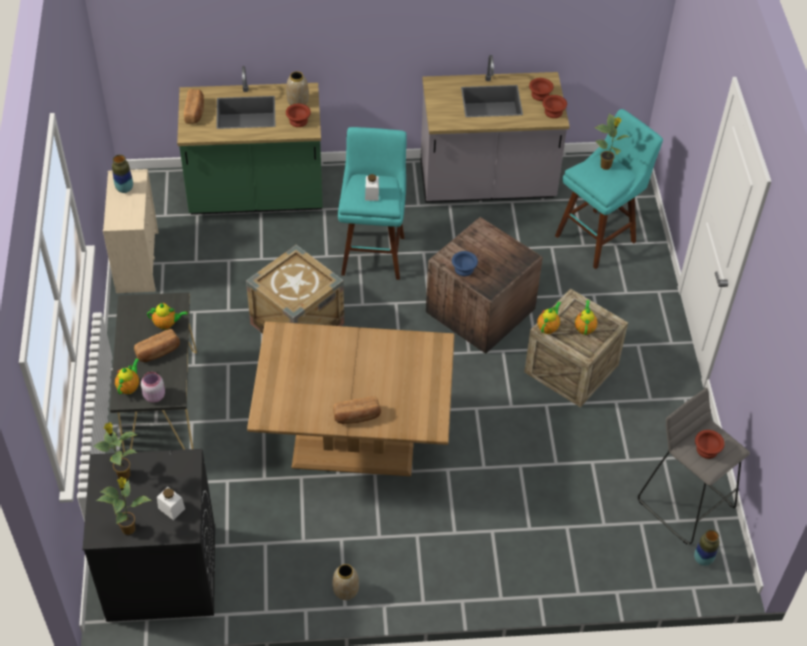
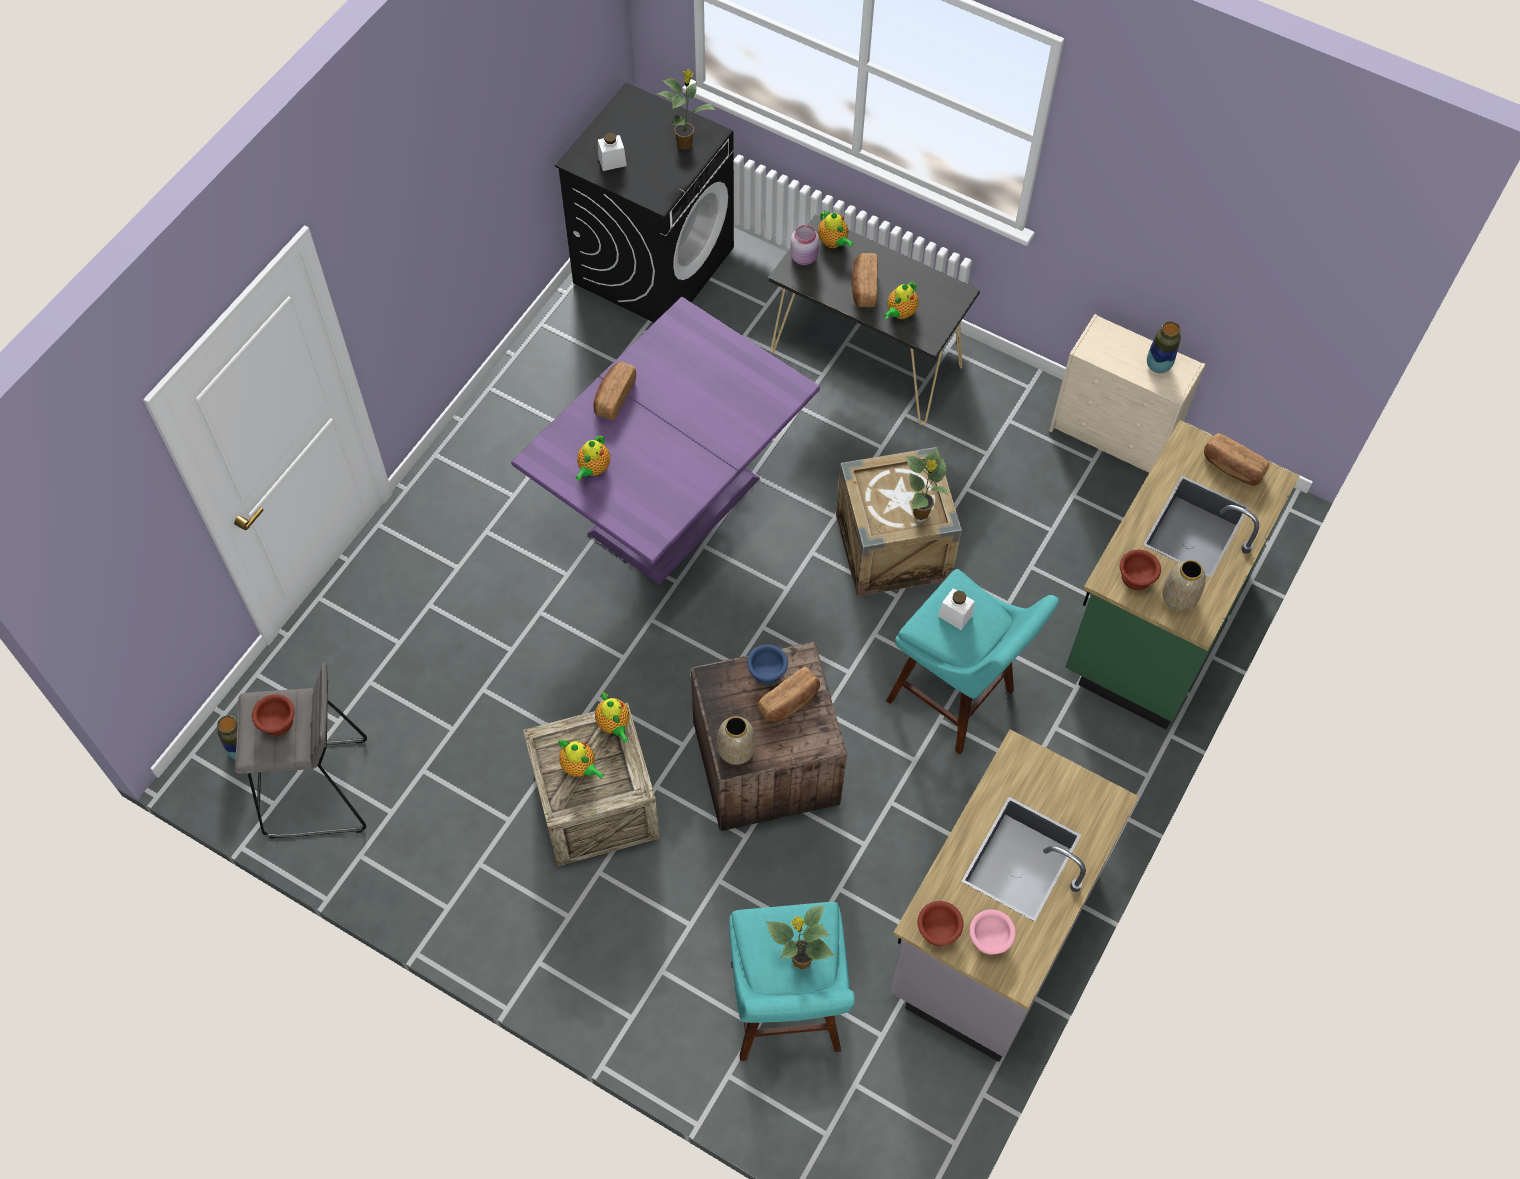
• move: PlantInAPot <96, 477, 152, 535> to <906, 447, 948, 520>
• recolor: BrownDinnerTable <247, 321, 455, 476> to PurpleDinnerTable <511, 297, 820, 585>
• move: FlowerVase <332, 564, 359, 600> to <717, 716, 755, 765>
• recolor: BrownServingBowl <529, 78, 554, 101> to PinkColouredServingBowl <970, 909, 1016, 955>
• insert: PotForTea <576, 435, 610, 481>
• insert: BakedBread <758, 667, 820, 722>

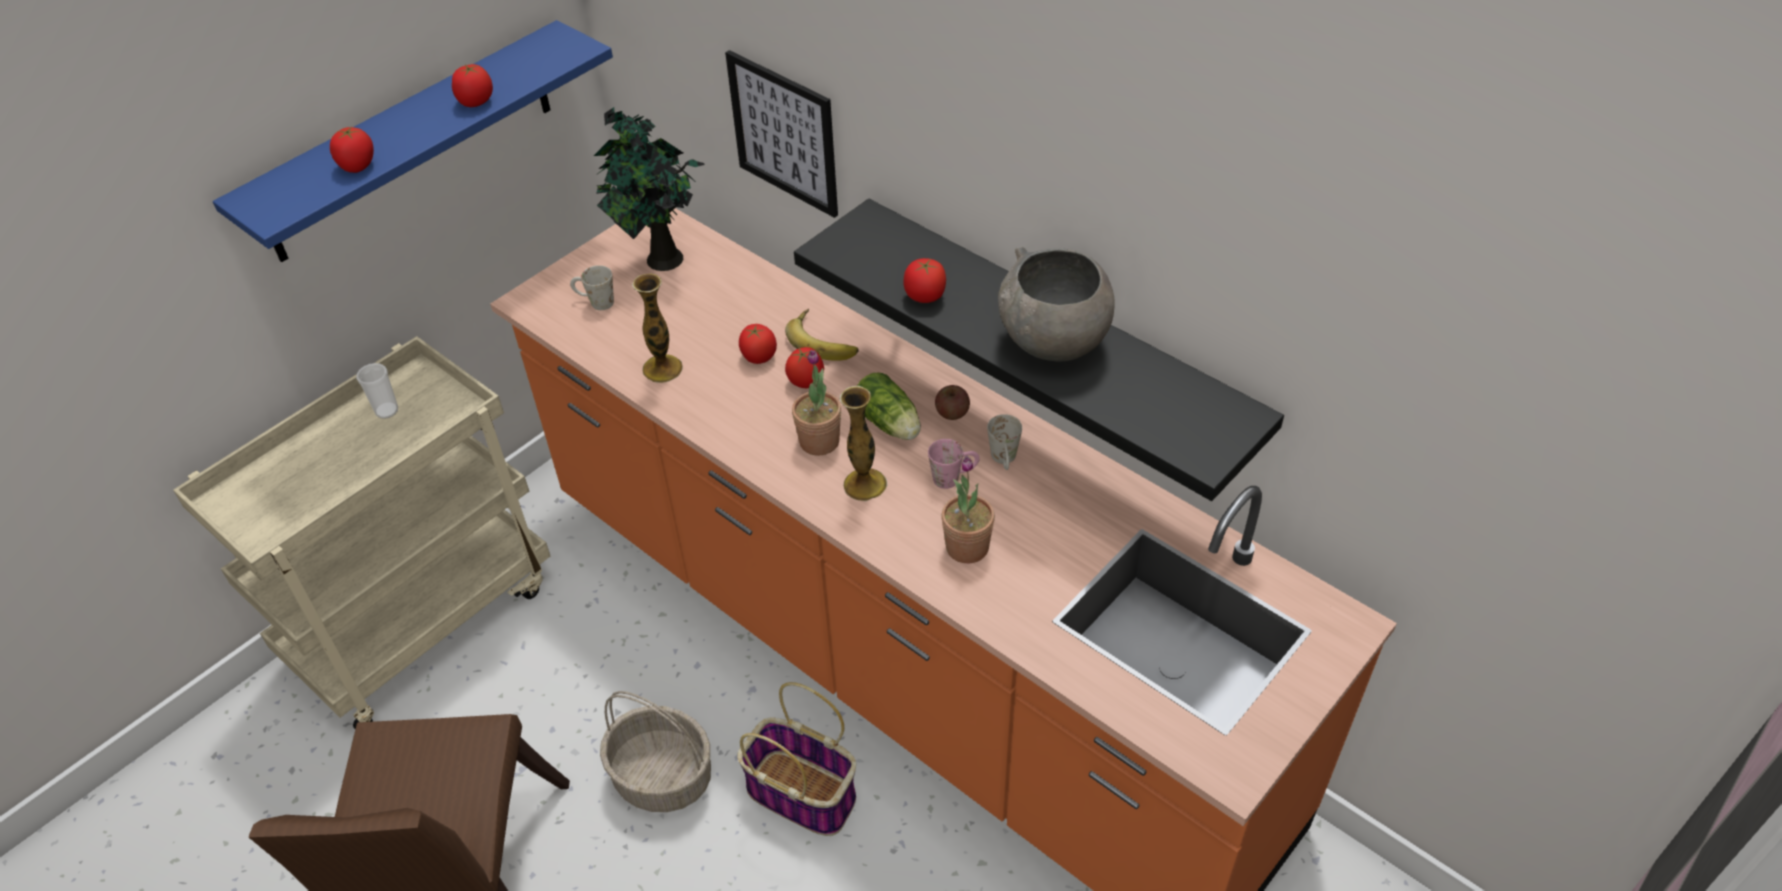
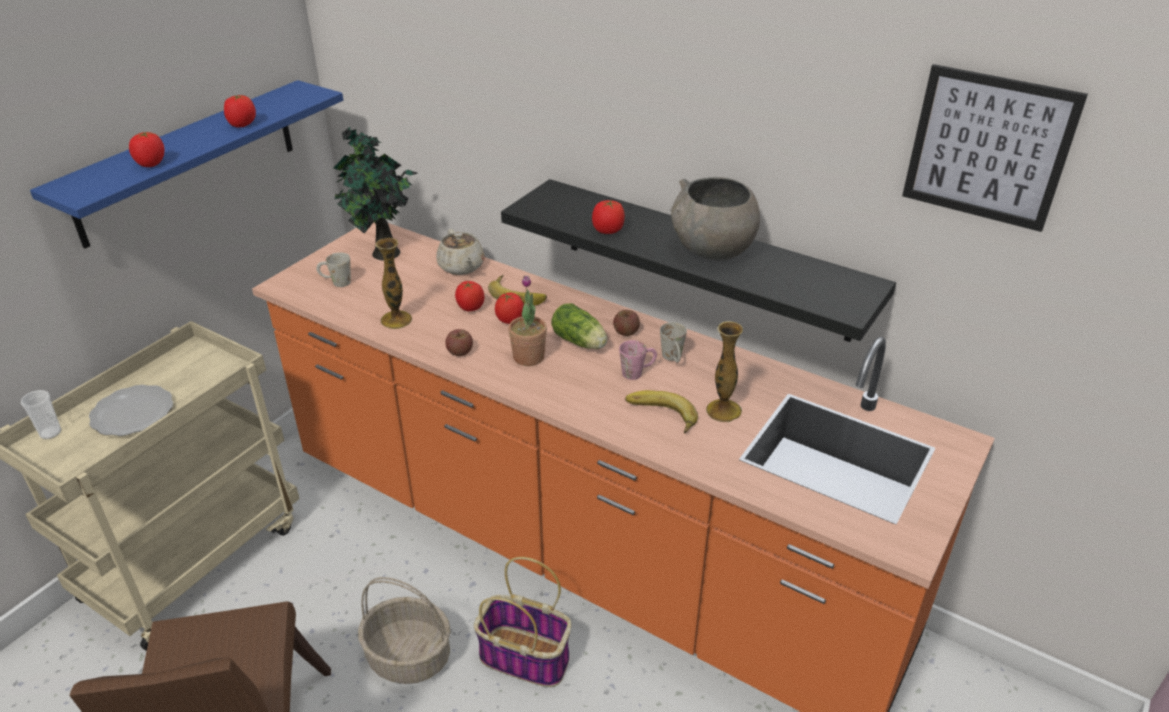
• move: SmallCup <356, 363, 398, 419> to <21, 390, 61, 439>
• move: Picture <725, 50, 838, 218> to <902, 64, 1088, 232>
• move: FlowerVase <839, 386, 887, 501> to <706, 321, 743, 422>
• replace: PlantInAPot <941, 456, 995, 564> to Banana <625, 390, 698, 433>
• insert: DinnerPlate <89, 385, 173, 436>
• insert: SandColouredPotForTea <436, 229, 485, 275>
• insert: WholeApple <445, 329, 473, 356>

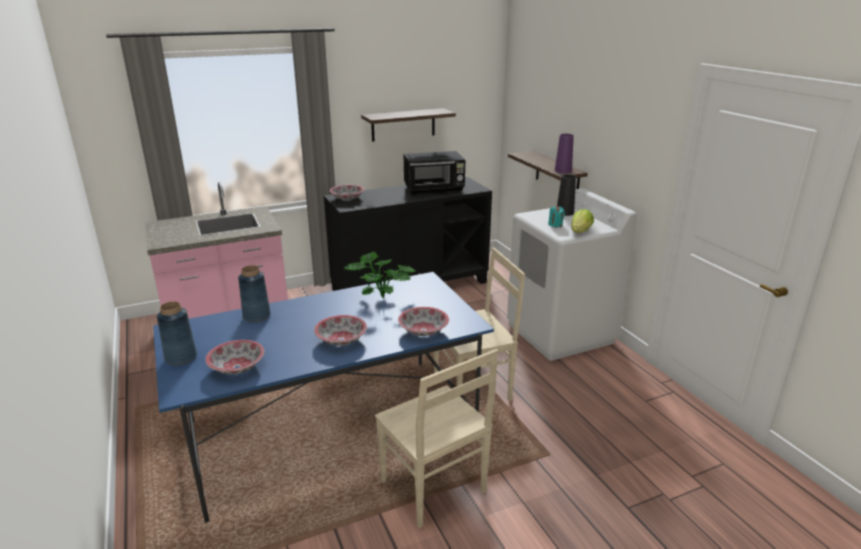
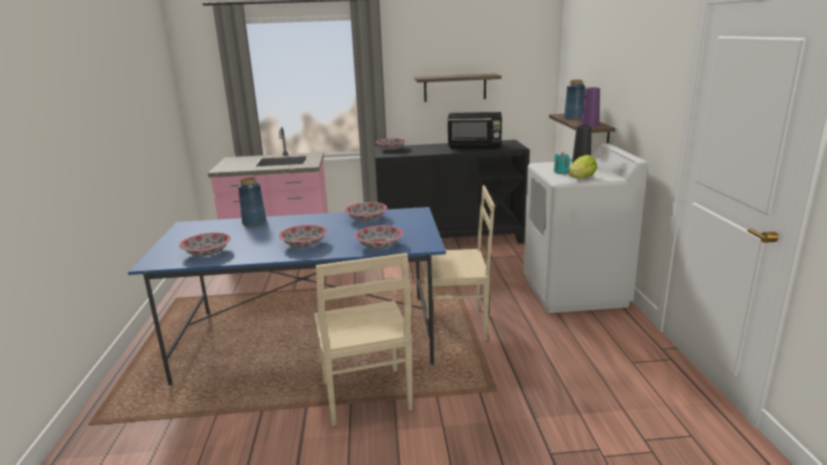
• move: BlueFlowerVase <157, 301, 197, 366> to <564, 80, 585, 120>
• replace: PlantInAPot <344, 252, 416, 298> to ServingBowl <345, 202, 387, 221>

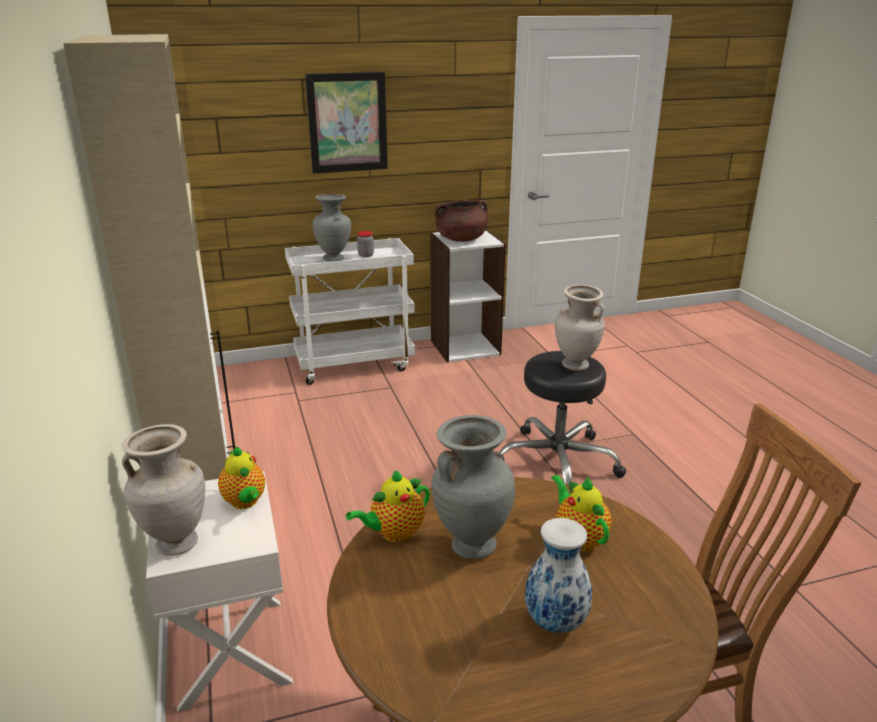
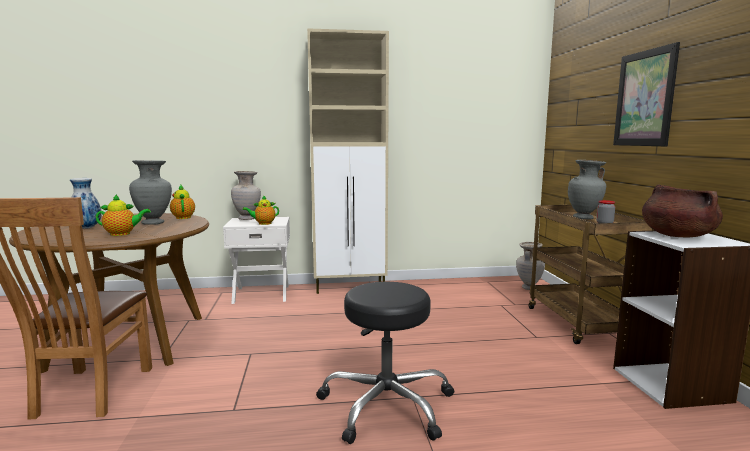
• recolor: WhiteColouredWheeledCart <285, 238, 415, 385> to BrownWheeledCart <529, 205, 652, 344>
• move: SandColouredFlowerVase <555, 285, 605, 371> to <516, 242, 545, 290>

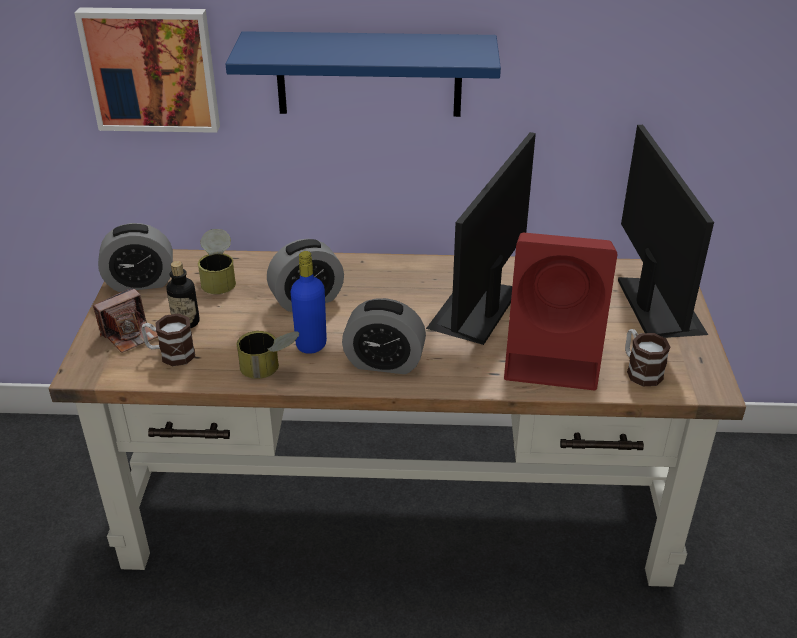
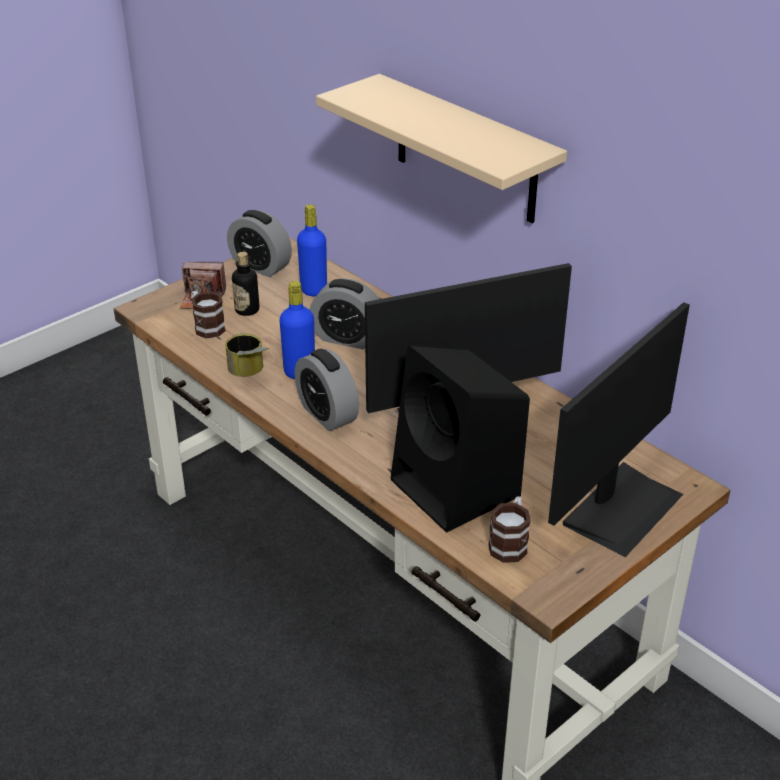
• delete: Picture <75, 7, 220, 133>
• replace: SealedCan <198, 229, 236, 294> to BlueBottle <297, 204, 327, 296>
• recolor: BlueShelf <225, 31, 501, 117> to SandColouredShelf <316, 74, 567, 223>
• recolor: RedAudioSpeaker <504, 233, 617, 391> to BlackColouredAudioSpeaker <391, 346, 530, 532>

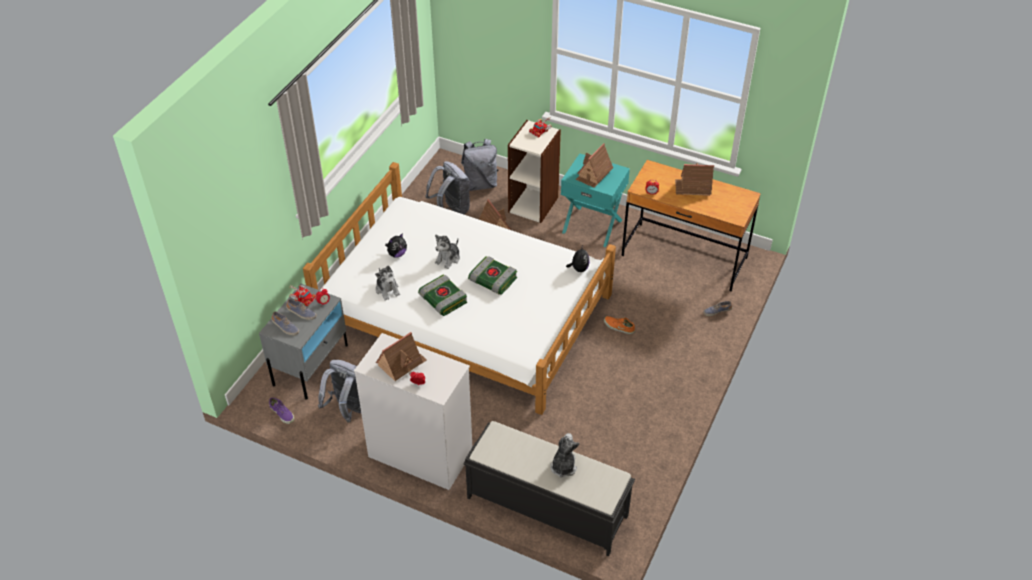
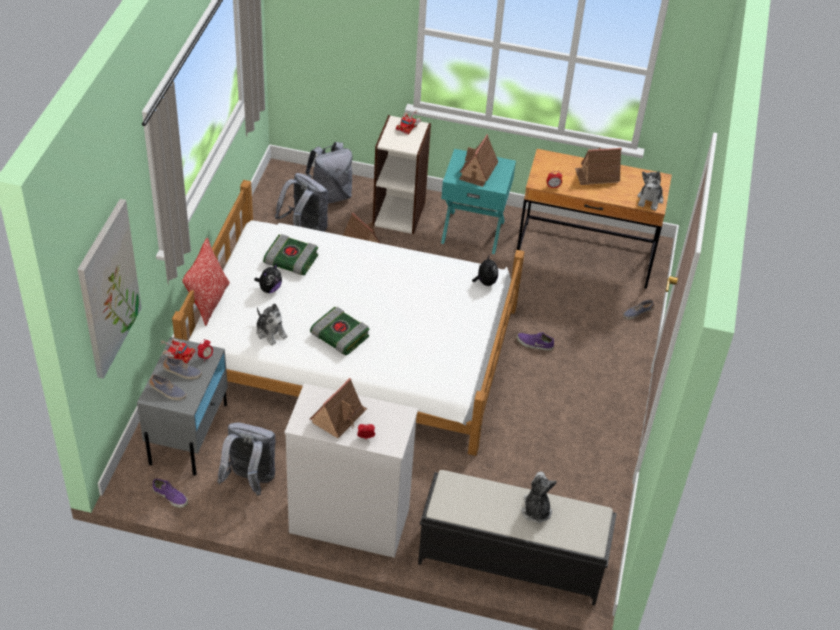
• move: PlushToy <435, 234, 460, 269> to <638, 171, 663, 211>
• move: Volume <468, 256, 517, 295> to <263, 234, 318, 275>
• recolor: OrangeyShoe <604, 316, 635, 334> to PurpleShoe <516, 332, 554, 351>
• insert: Picture <77, 199, 141, 379>
• insert: Cushion <182, 238, 230, 326>

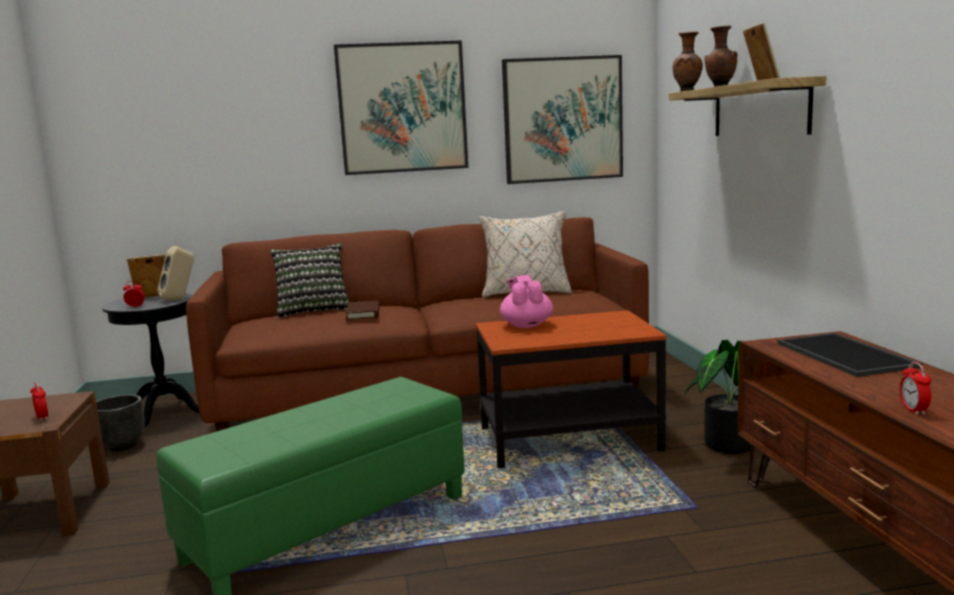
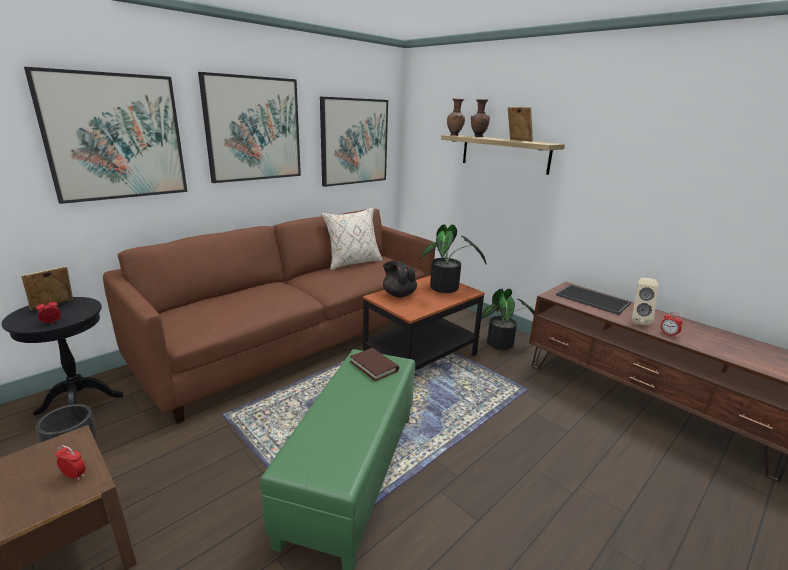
• move: SandColouredAudioSpeaker <157, 246, 194, 300> to <632, 278, 658, 326>
• delete: Cushion <270, 243, 350, 318>
• move: BrownVolume <345, 301, 380, 320> to <350, 348, 399, 381>
• recolor: PinkColouredPotForTea <500, 275, 553, 328> to BlackColouredPotForTea <383, 261, 417, 297>
• insert: Picture <24, 67, 187, 204>
• insert: PlantInAPot <419, 224, 487, 293>

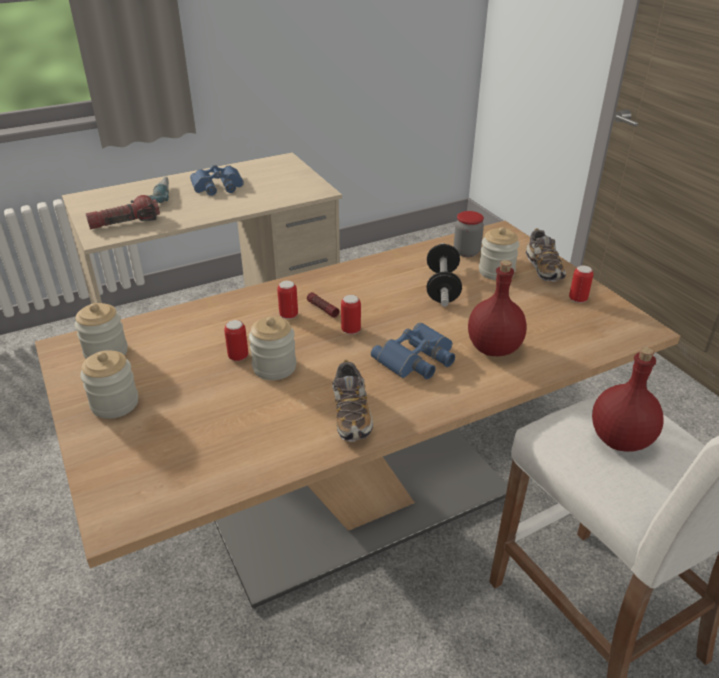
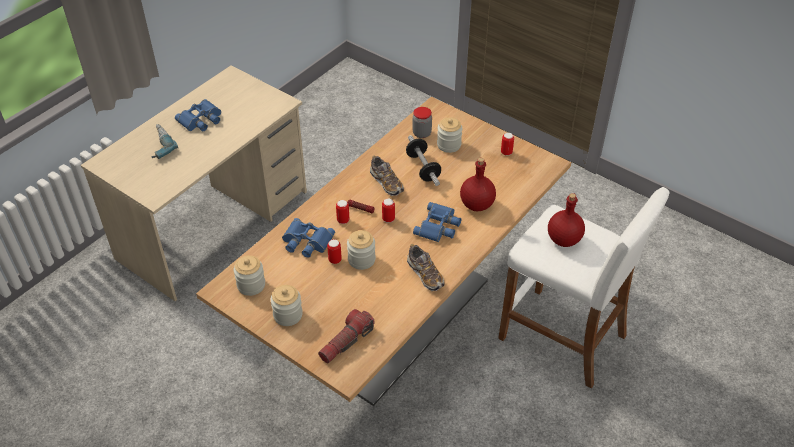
• move: Flashlight <86, 195, 160, 229> to <318, 309, 375, 363>
• move: Shoe <526, 228, 566, 282> to <370, 156, 404, 196>
• insert: BlueBinoculars <282, 218, 335, 258>

